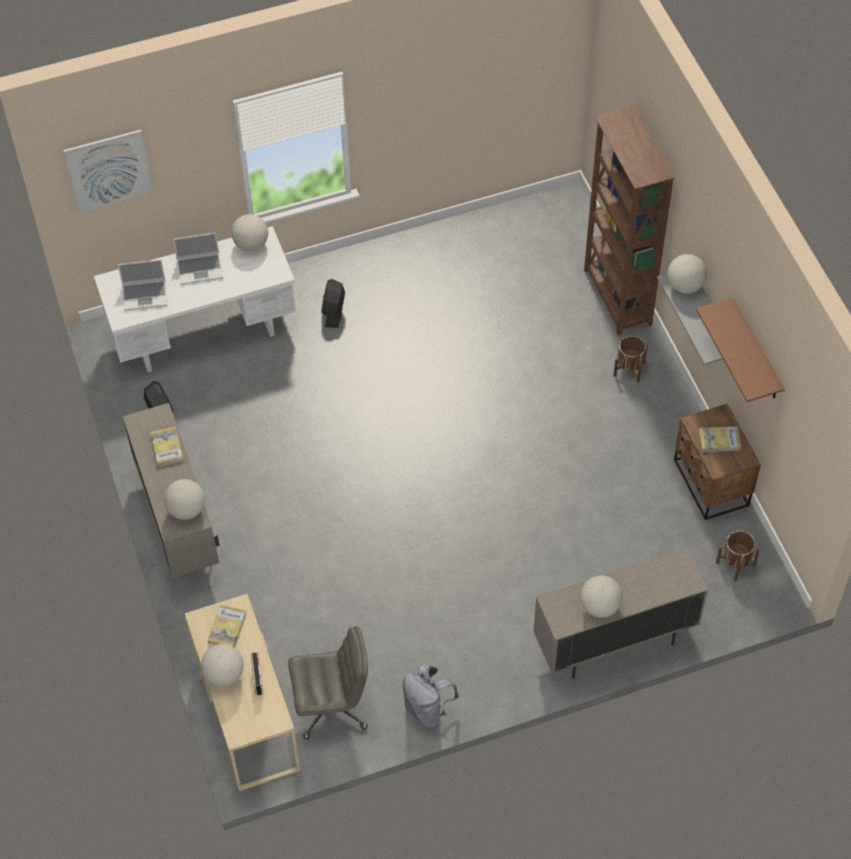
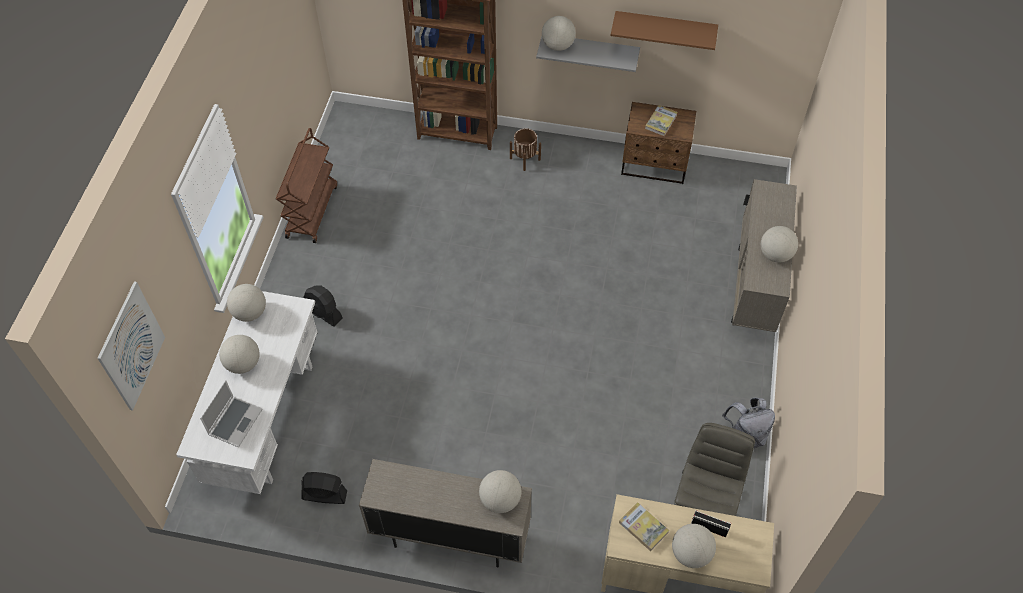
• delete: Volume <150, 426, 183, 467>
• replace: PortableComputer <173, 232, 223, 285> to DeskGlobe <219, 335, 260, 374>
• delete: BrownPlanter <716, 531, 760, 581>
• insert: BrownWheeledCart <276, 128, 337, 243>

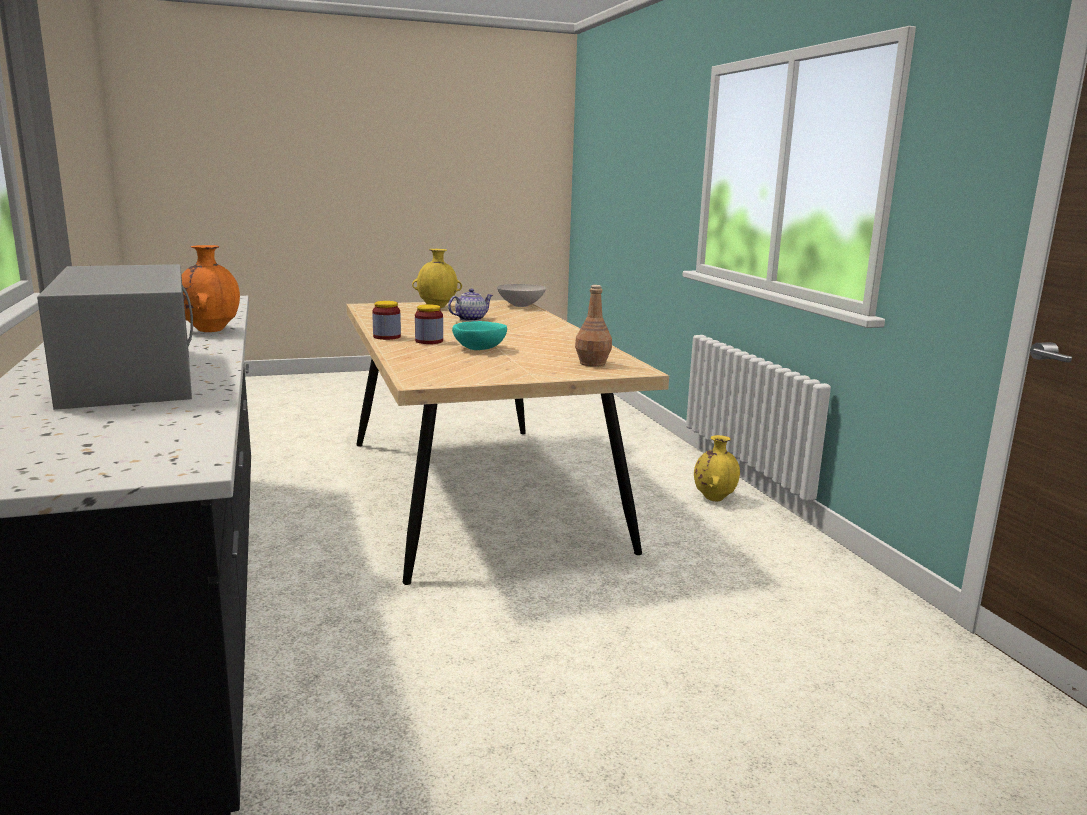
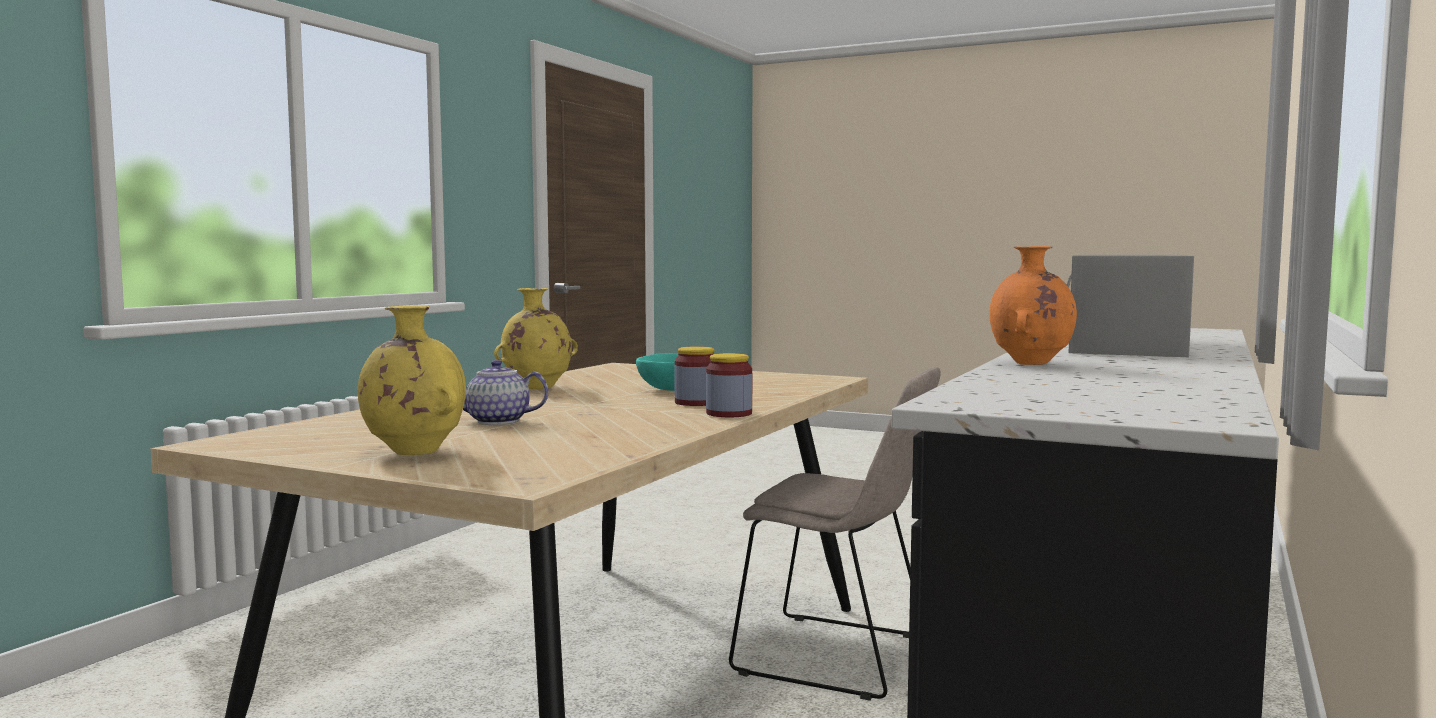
• delete: WhiteColouredServingBowl <497, 284, 546, 307>
• delete: BrownBottle <575, 285, 612, 367>
• move: YellowColouredFlowerVase <694, 435, 740, 501> to <494, 288, 578, 389>
• insert: SandColouredUprightChair <729, 367, 941, 701>

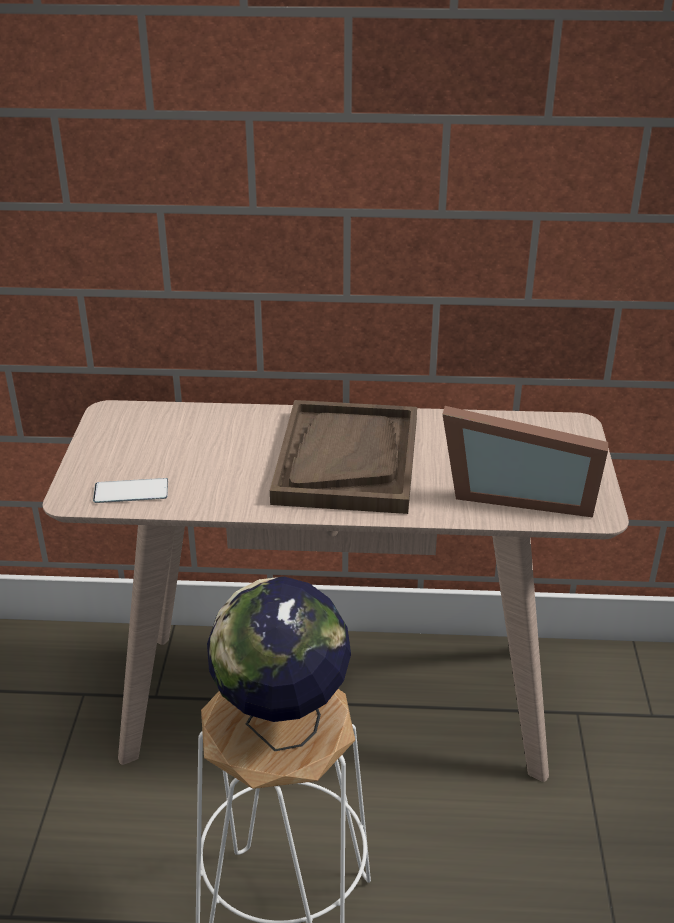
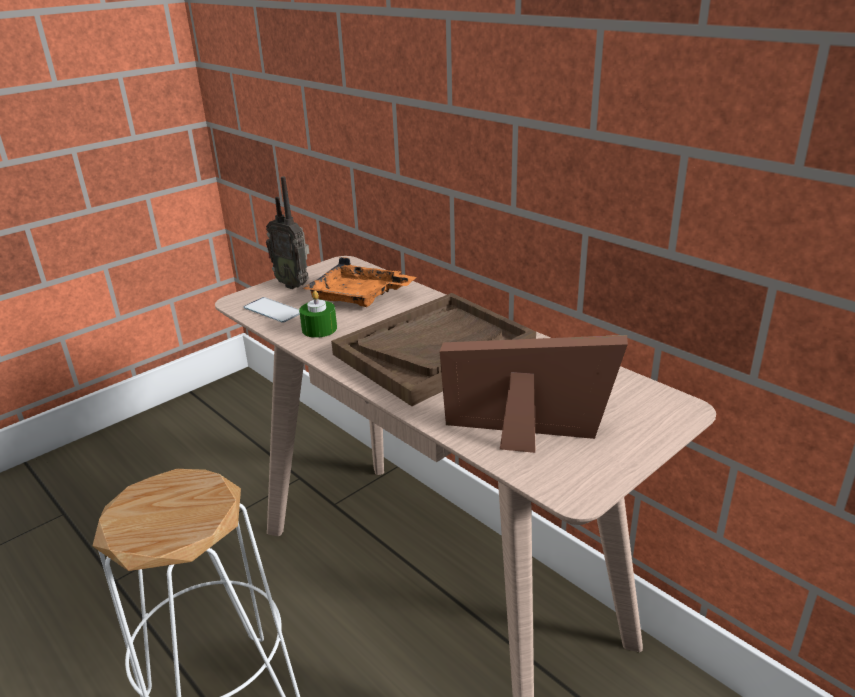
• delete: DeskGlobe <207, 577, 351, 751>
• rotate: StandingFrame <442, 406, 608, 518> = <439, 335, 628, 453> 135 degrees clockwise
• insert: RadioReceiver <266, 176, 309, 289>
• insert: GreenWaxLight <299, 291, 337, 338>
• insert: OrangeyServingTray <302, 257, 416, 307>

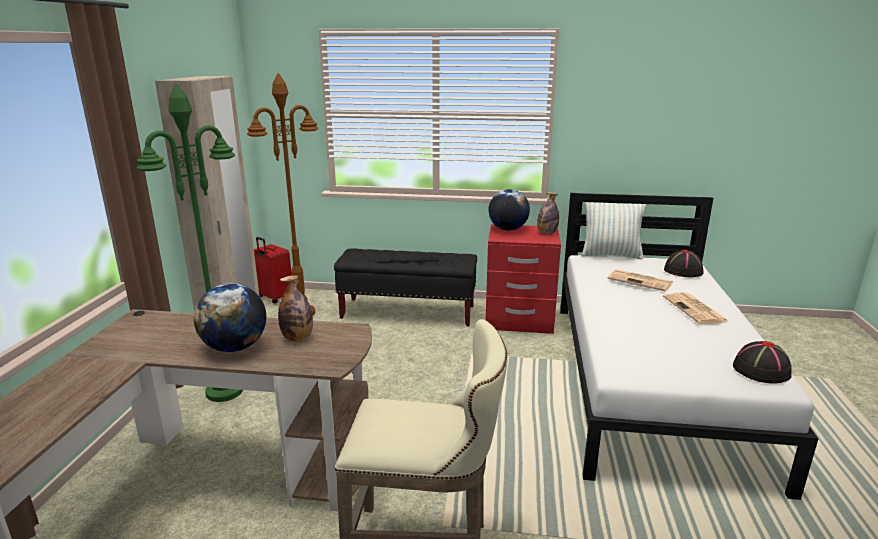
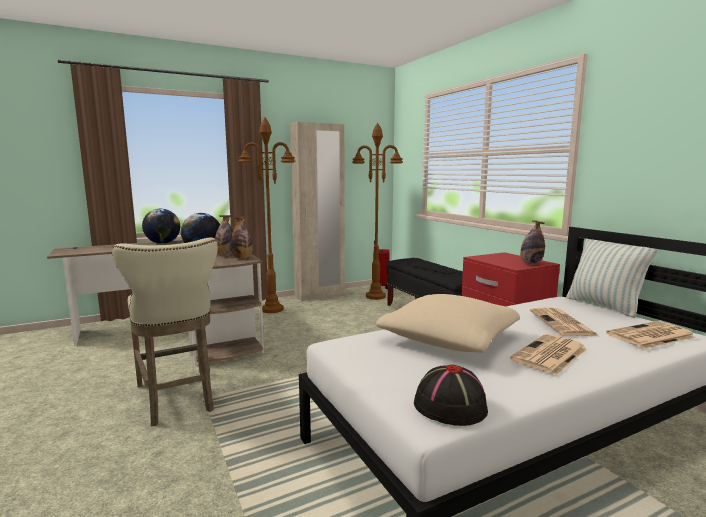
• recolor: GreenStandingLamp <136, 83, 243, 402> to BrownStandingLamp <238, 118, 295, 313>
• move: DeskGlobe <488, 189, 530, 231> to <142, 209, 180, 244>
• replace: BlackColouredClothingHat <664, 250, 703, 278> to DailyPaper <606, 321, 696, 349>
• insert: Bottle <231, 216, 253, 259>
• insert: SandColouredCushion <376, 294, 520, 353>

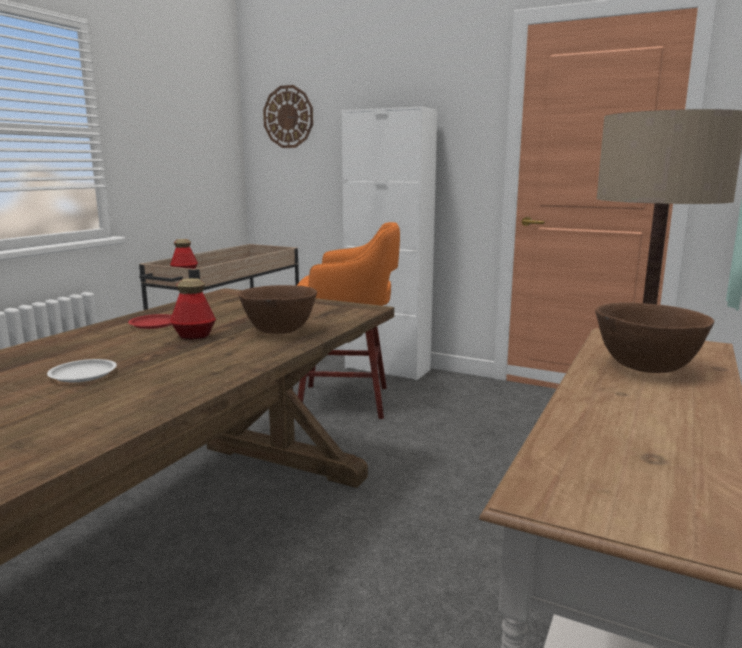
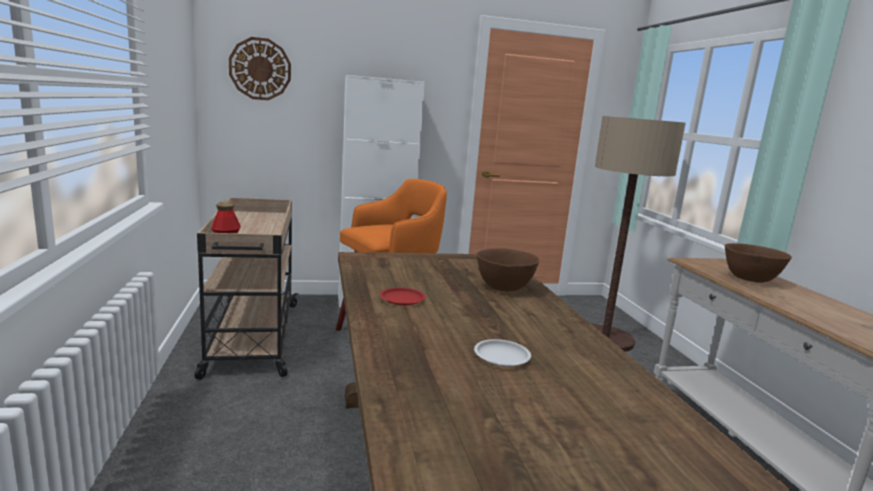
• delete: Bottle <170, 278, 216, 339>

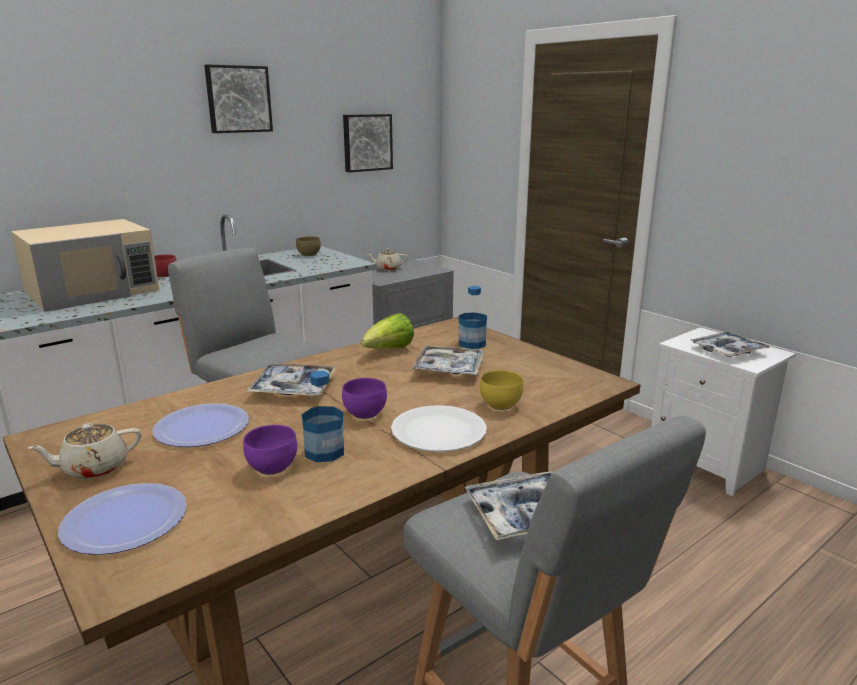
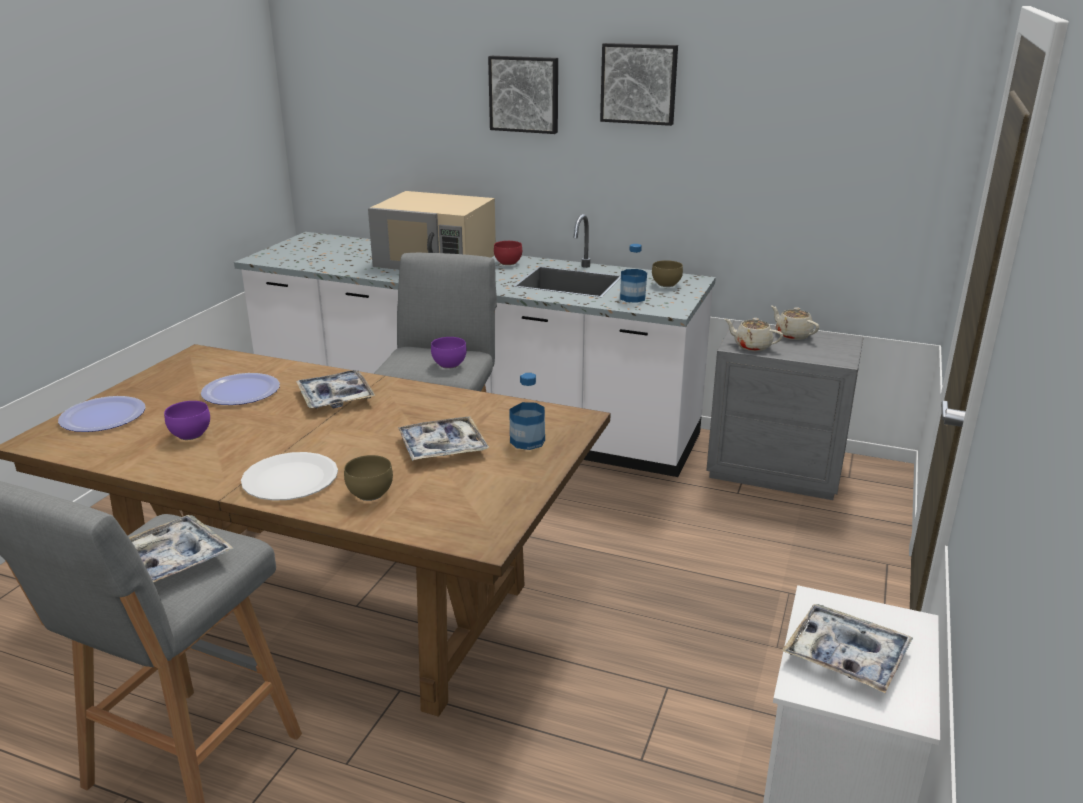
• move: SandColouredPotForTea <28, 423, 141, 479> to <724, 318, 783, 351>
• move: Bottle <302, 371, 344, 462> to <620, 244, 647, 303>
• move: PurpleServingBowl <342, 378, 387, 419> to <431, 337, 467, 369>
• move: Picture <343, 114, 393, 172> to <488, 56, 558, 134>
• delete: HeadOfLettuce <361, 313, 414, 349>
• recolor: YellowColouredServingBowl <480, 370, 523, 410> to BrownServingBowl <344, 455, 393, 501>

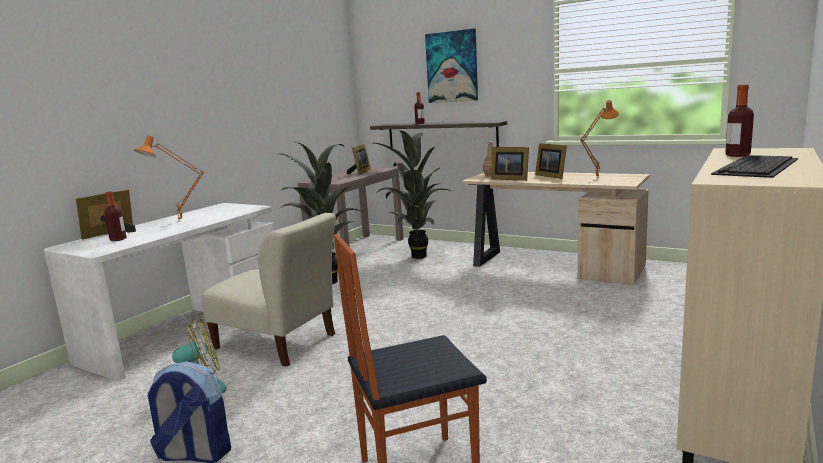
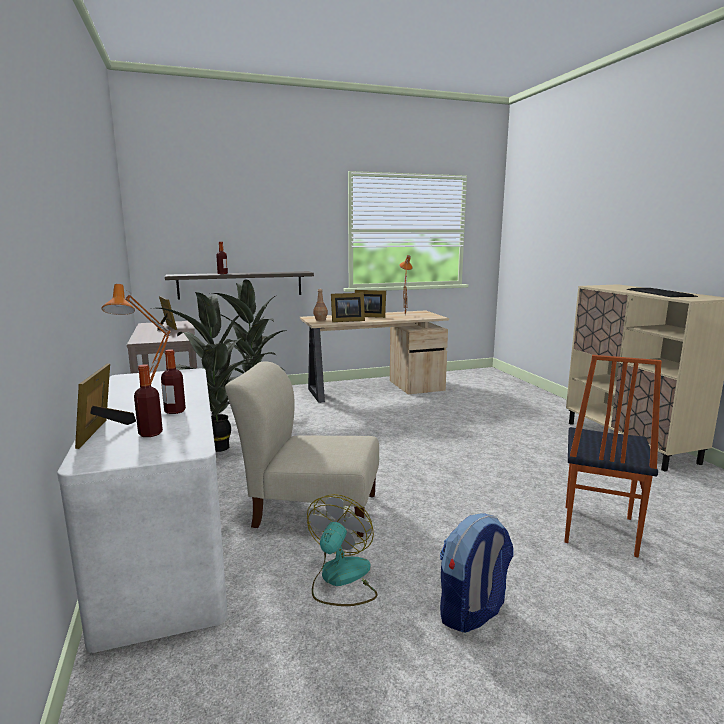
• rotate: SandColouredUprightChair <202, 213, 336, 367> = <225, 361, 379, 537> 150 degrees counterclockwise
• delete: Picture <425, 29, 478, 103>
• move: Bottle <725, 85, 754, 157> to <161, 349, 186, 414>

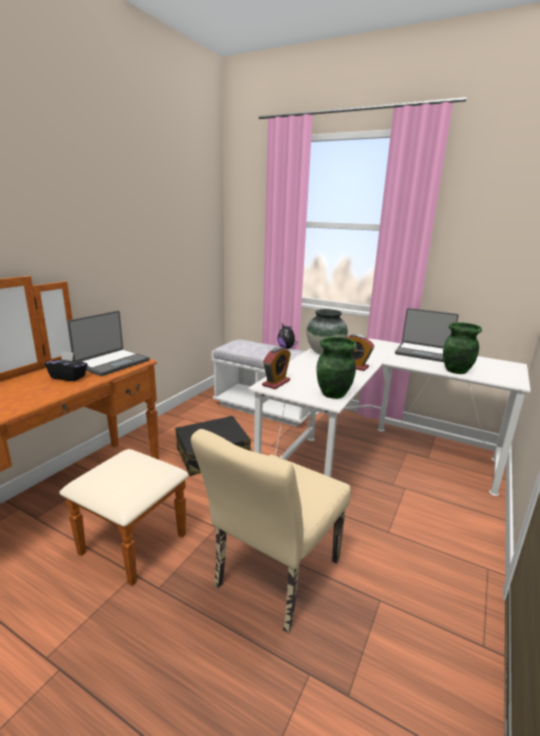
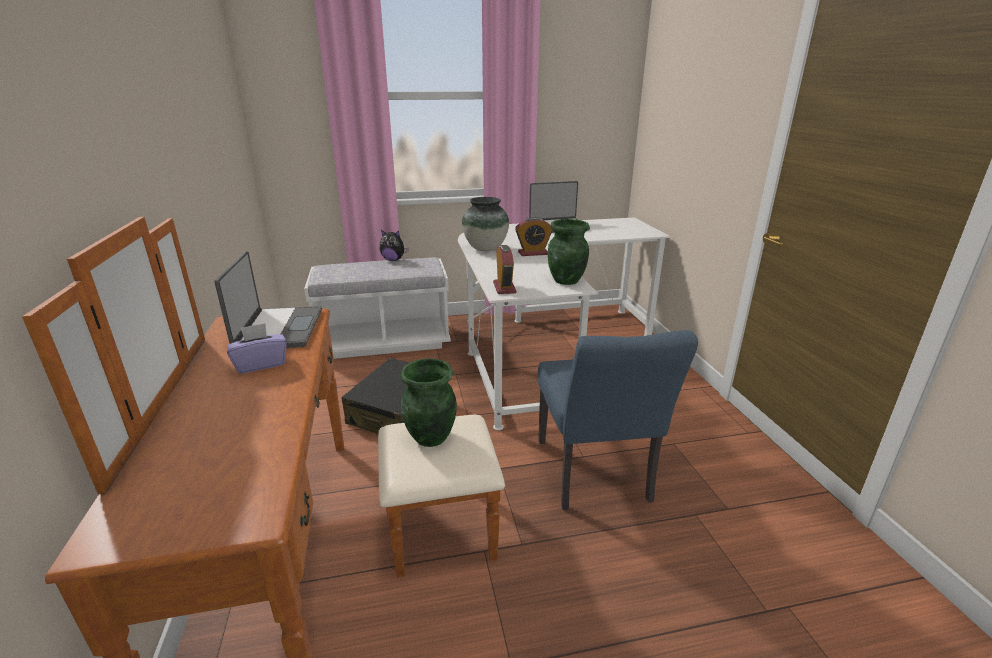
• recolor: BlackColouredTissueHolder <45, 351, 88, 381> to PurpleTissueHolder <227, 323, 287, 374>
• recolor: SandColouredUprightChair <191, 429, 351, 633> to BlueUprightChair <537, 330, 698, 510>
• move: GreenFlowerVase <443, 322, 482, 374> to <400, 358, 457, 447>

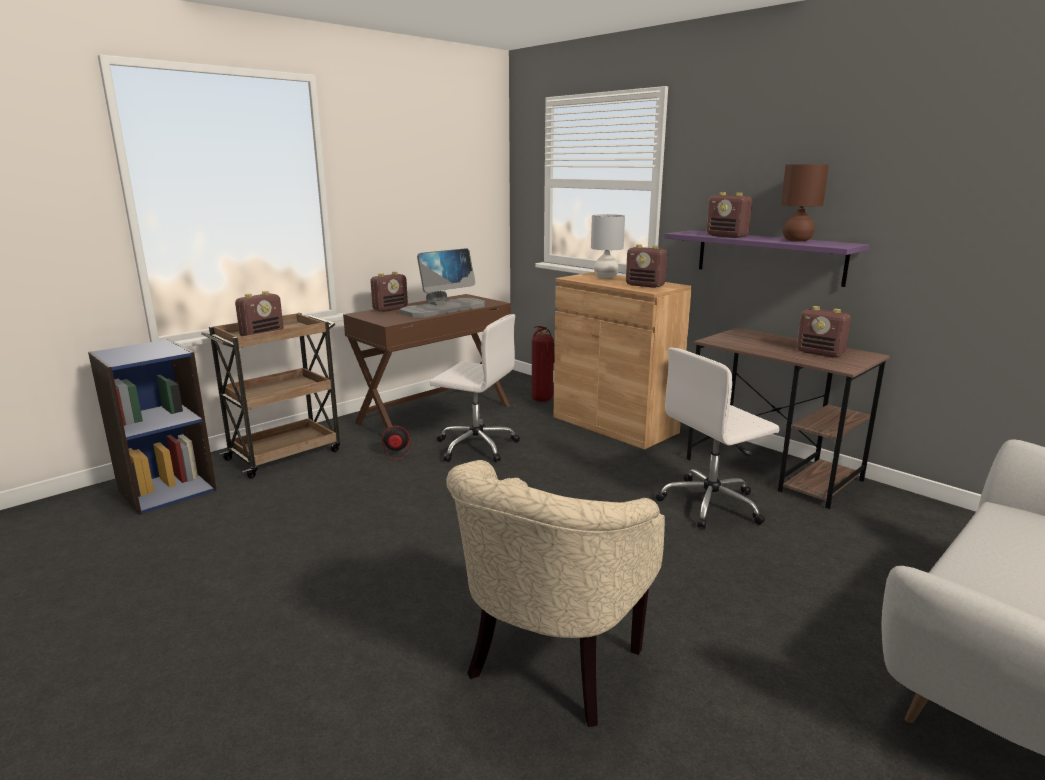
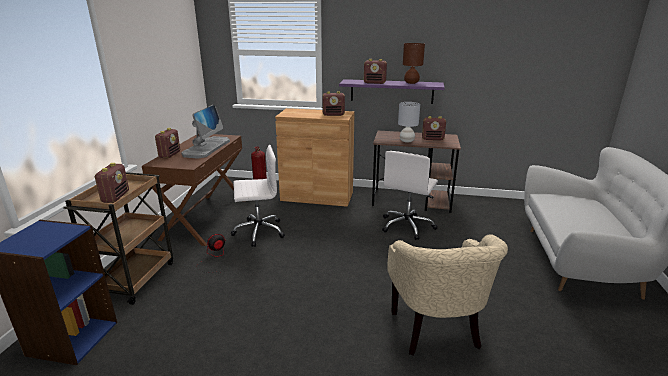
• move: GreyishTableLamp <591, 214, 625, 278> to <398, 102, 420, 143>

